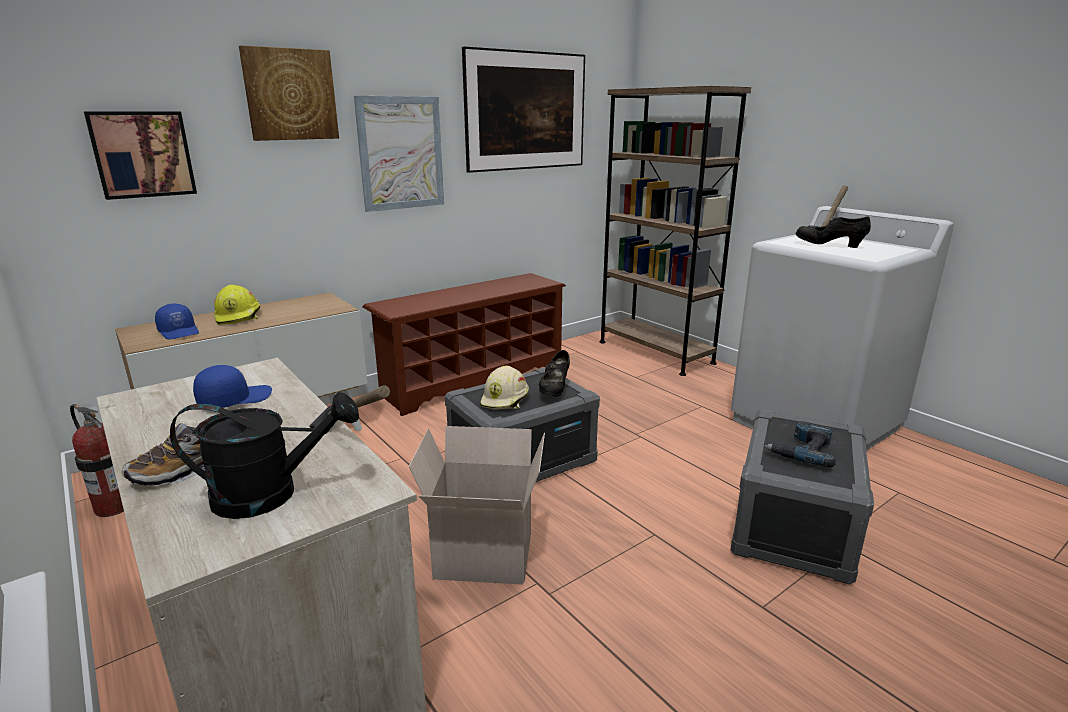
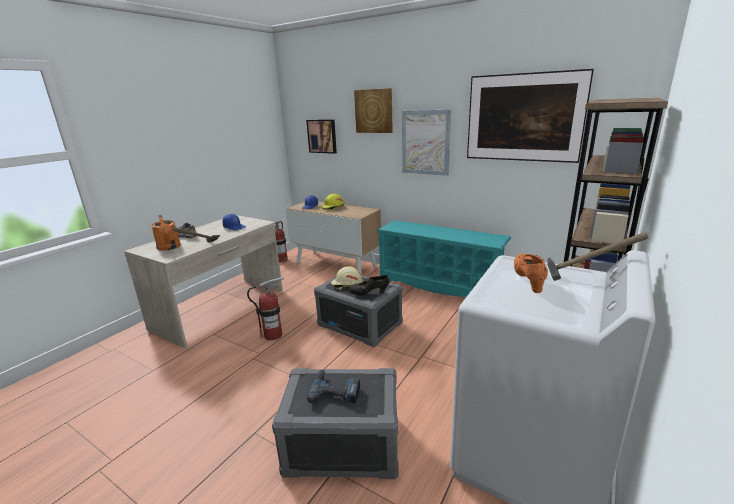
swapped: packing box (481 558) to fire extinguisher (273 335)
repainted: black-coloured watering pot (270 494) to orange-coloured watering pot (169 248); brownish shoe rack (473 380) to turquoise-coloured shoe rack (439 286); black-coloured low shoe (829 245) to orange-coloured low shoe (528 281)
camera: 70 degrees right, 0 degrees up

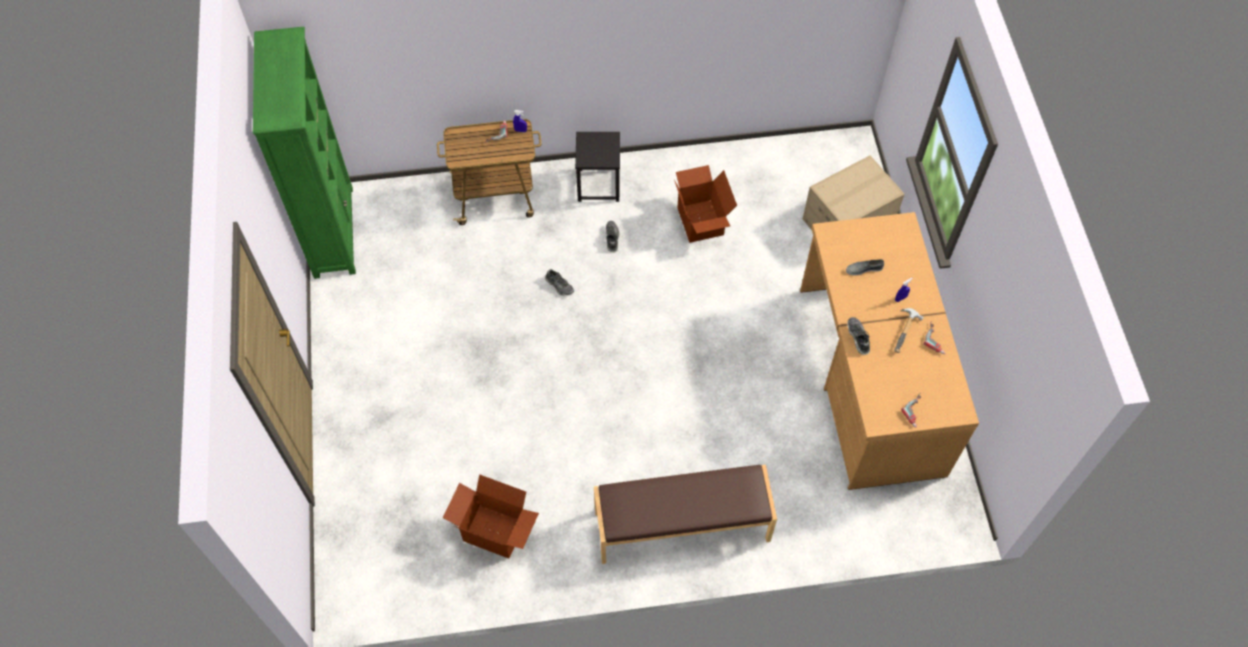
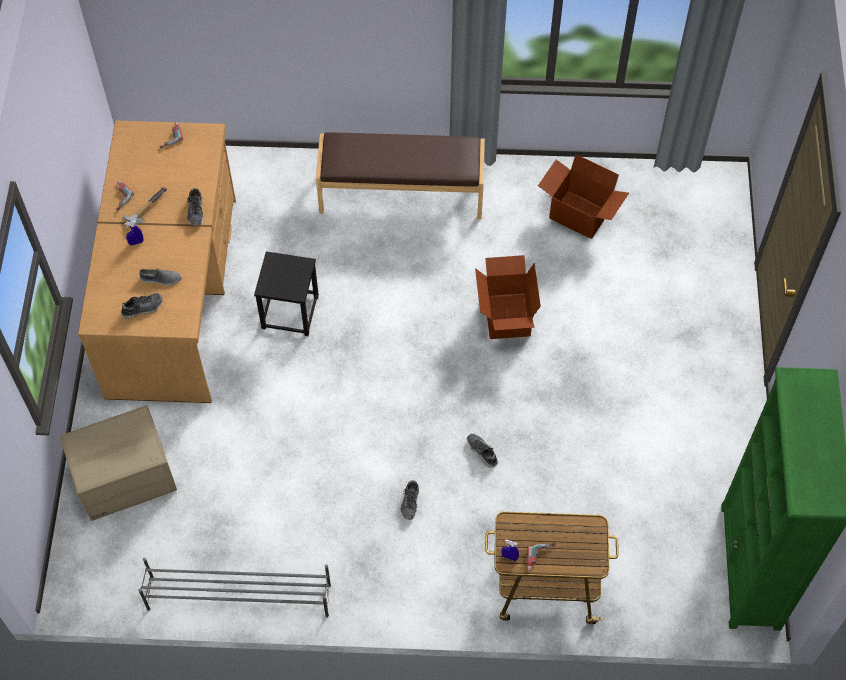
new: low shoe (142 308); gray shoe rack (238 596)
shifted: black-coloured stool (598 184) to (290 312); packing box (701 221) to (506 316)
camera: 170 degrees left, 0 degrees up

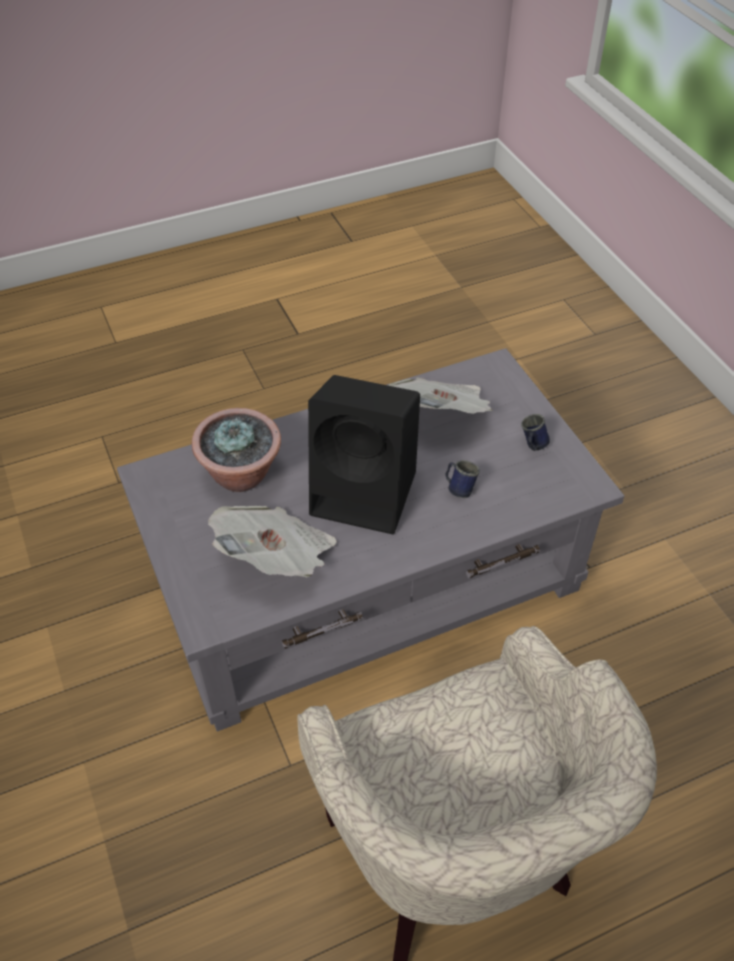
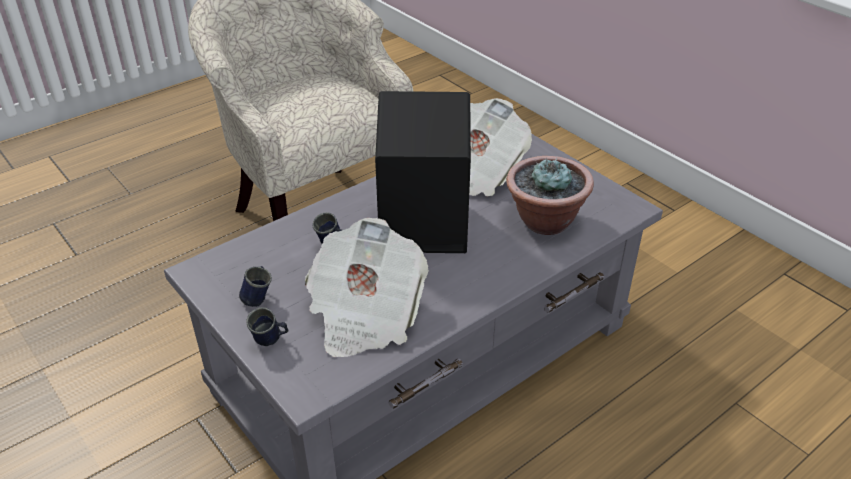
new: bluish mug (271 342)
camera: 165 degrees right, 10 degrees down

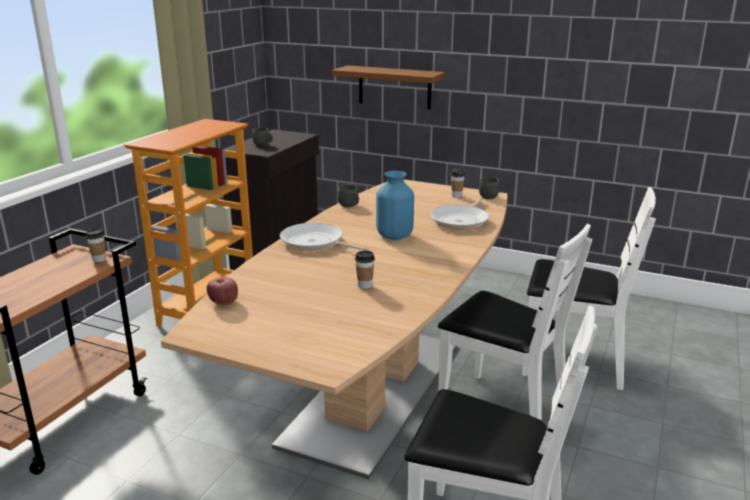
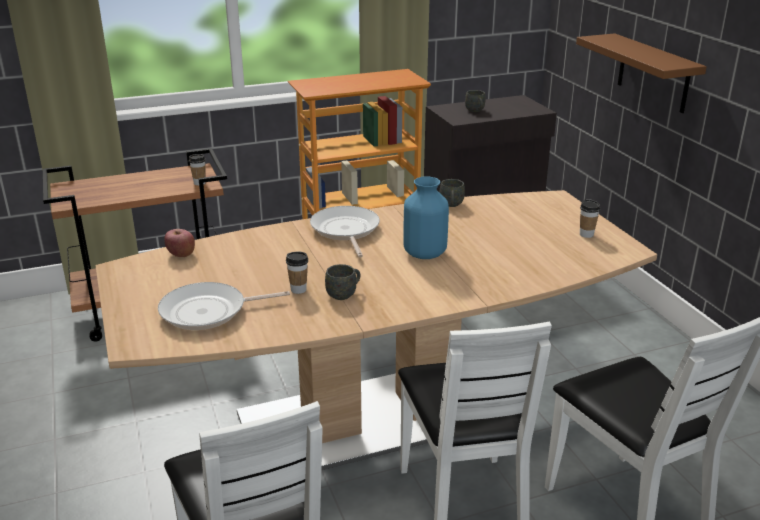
shifted: pan (461 220) to (208 312); gray mug (488 196) to (344 294)
camera: 45 degrees right, 5 degrees up

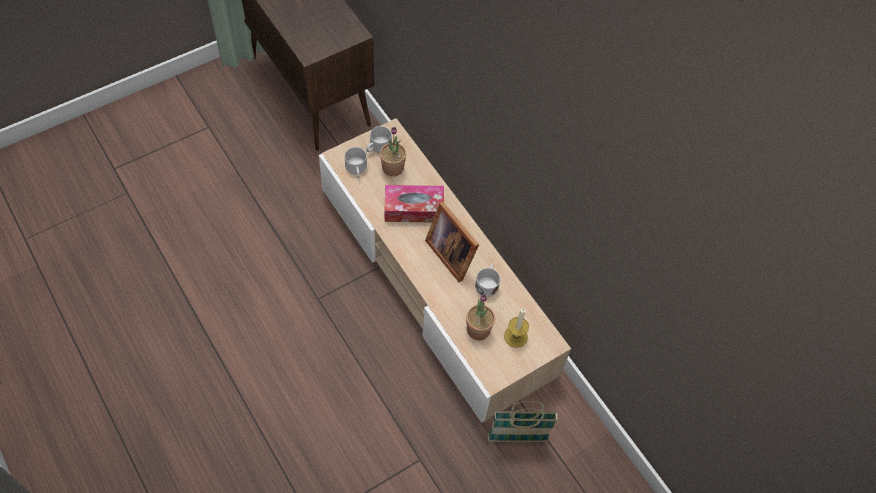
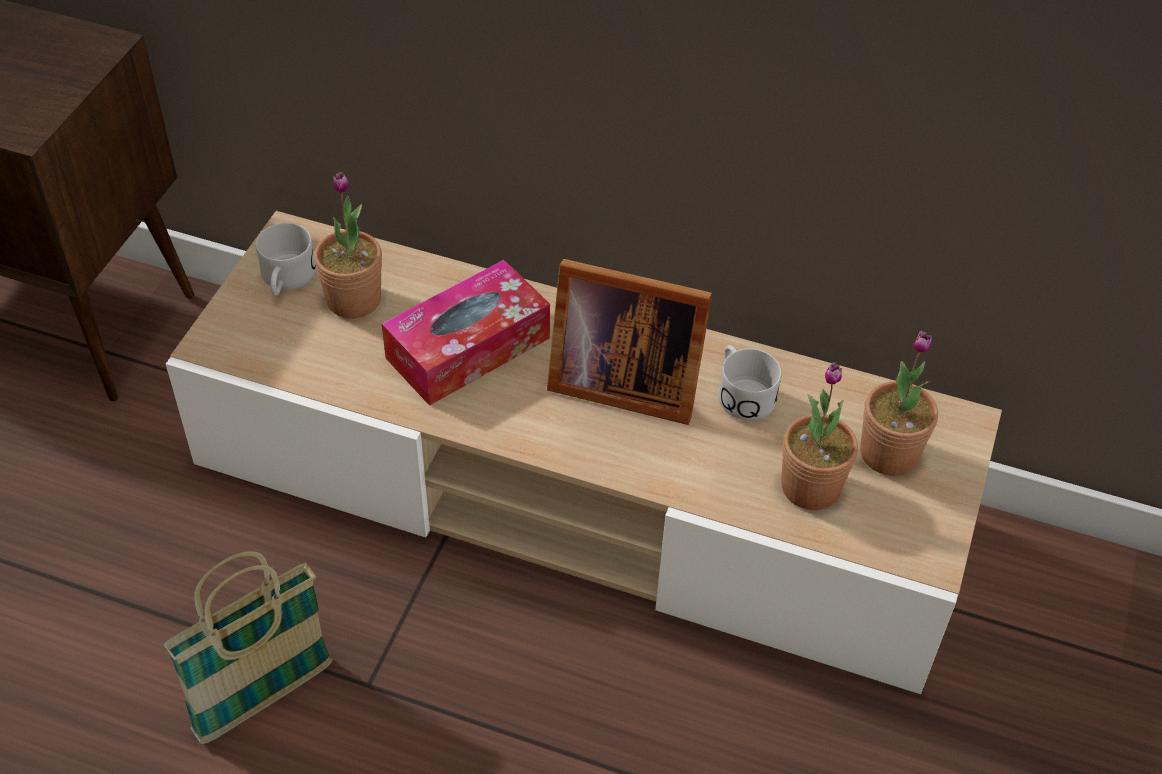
gone: white-coloured mug (356 169)
shifted: basket (517 438) to (264 699)
swapped: wax light (515 336) to plant in a pot (889 453)
camera: 35 degrees left, 10 degrees down

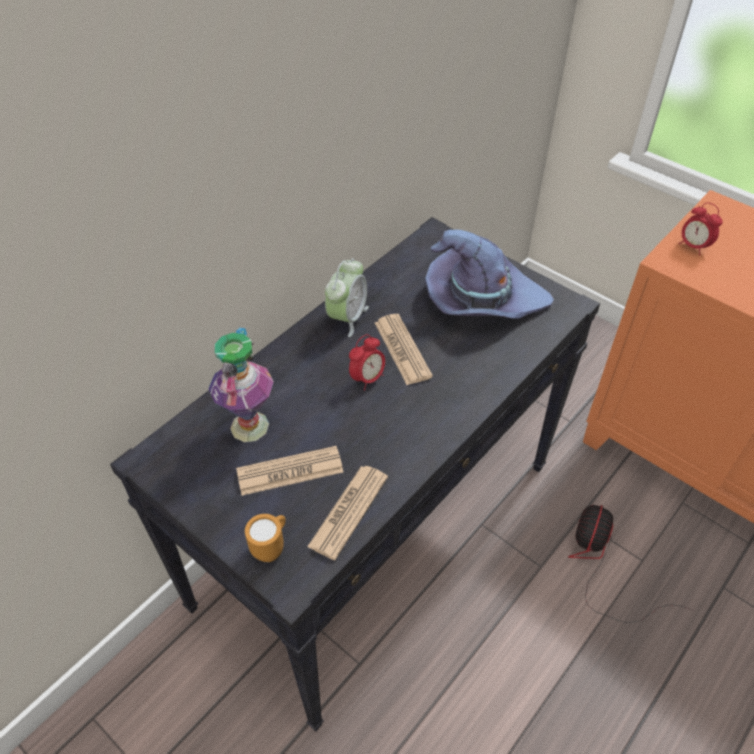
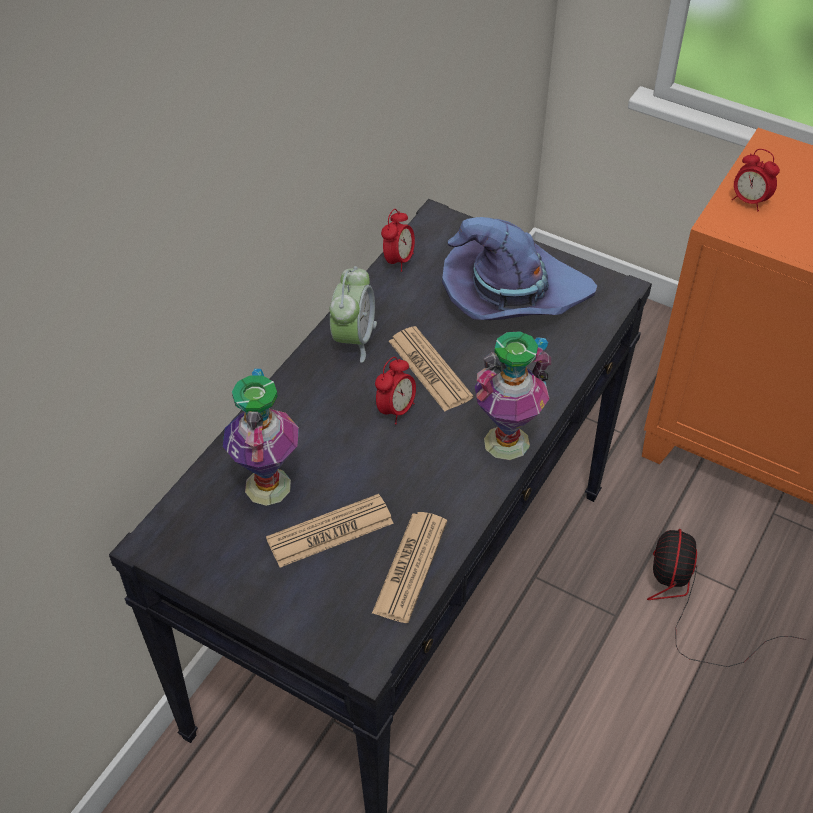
gone: orange-coloured mug (271 547)
new: bedside clock (398 260); flower vase (506 441)
camera: 10 degrees left, 0 degrees up

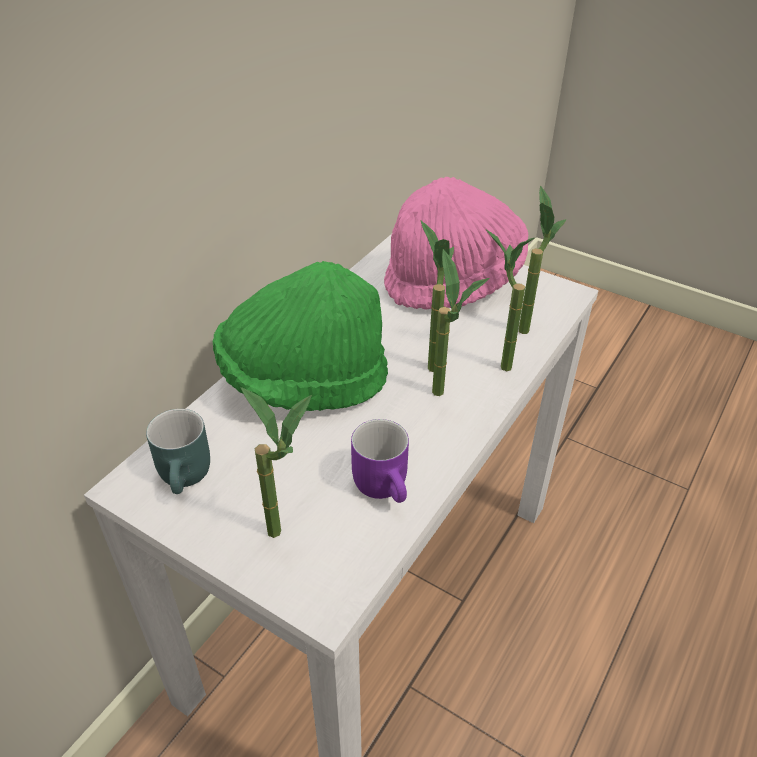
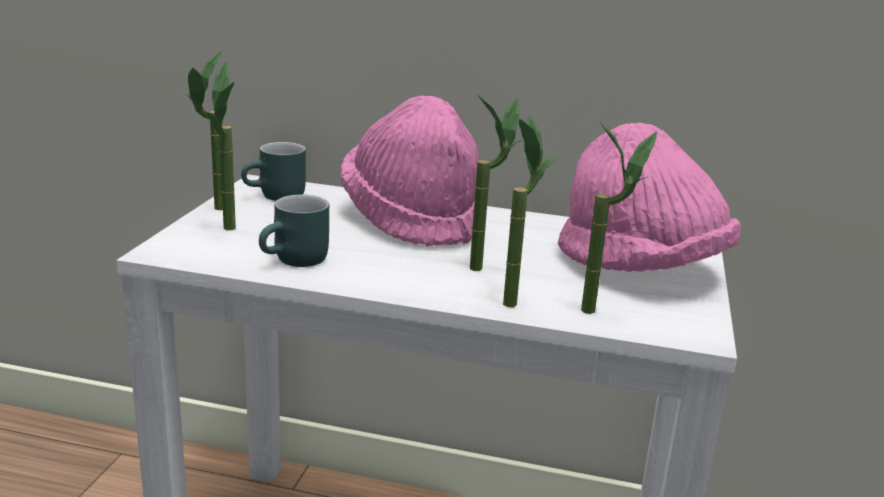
shifted: plant in a pot (447 398) to (212 211)
repainted: purple-coloured mug (387 485) to turquoise-coloured mug (297 261); greenish clothing hat (304 380) to pink-coloured clothing hat (412 219)
camera: 70 degrees right, 20 degrees down

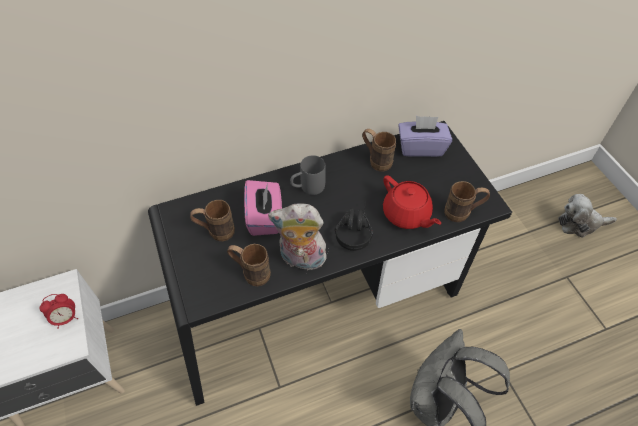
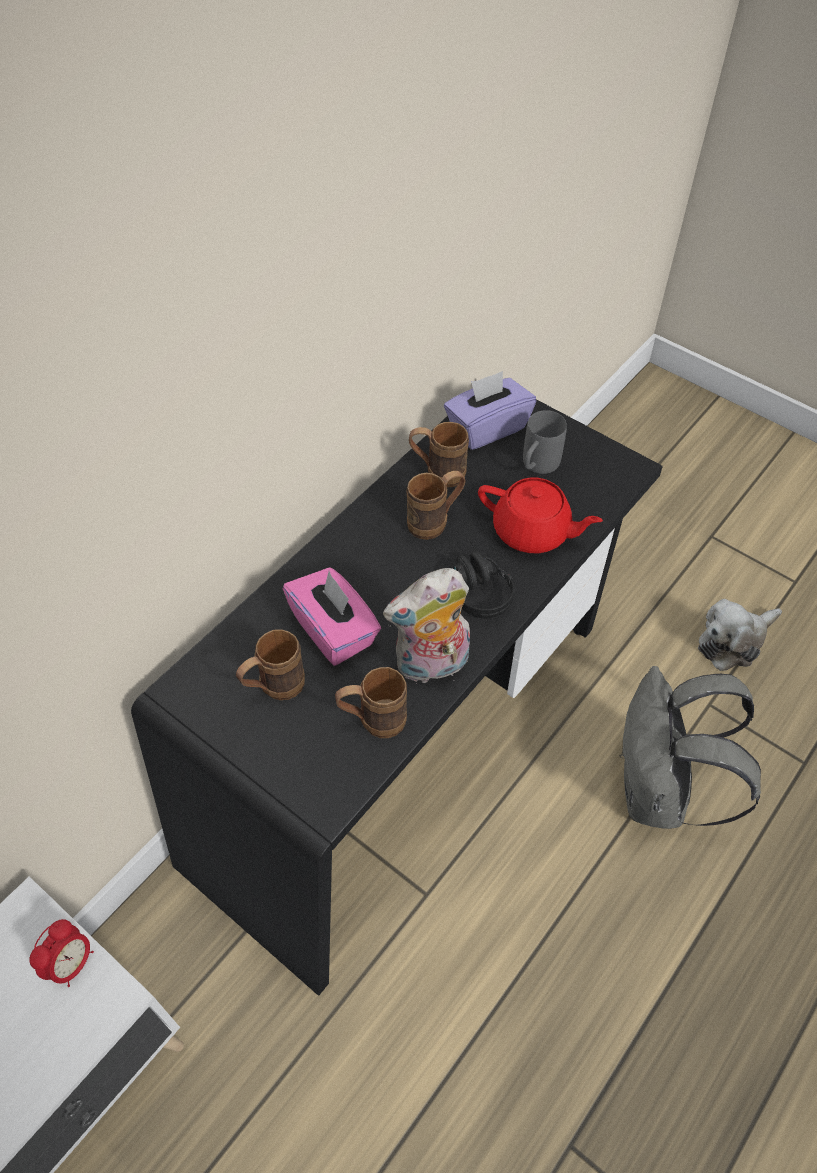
shifted: brownish mug (462 213) to (435 522); gray mug (307 188) to (537 466); soft toy (580 223) to (733 641)
camera: 30 degrees left, 0 degrees up

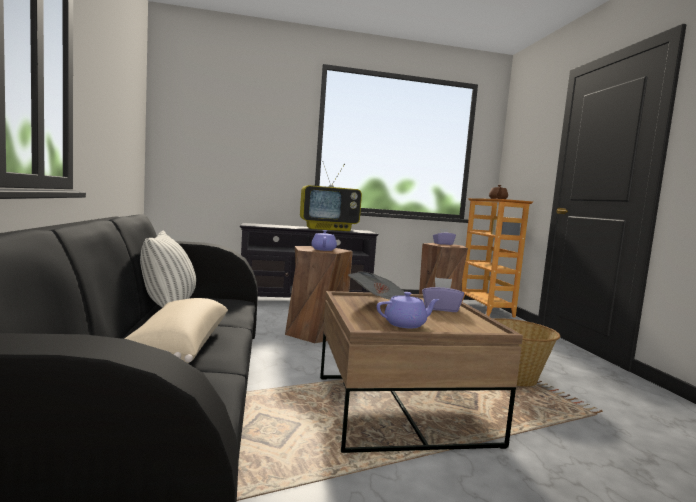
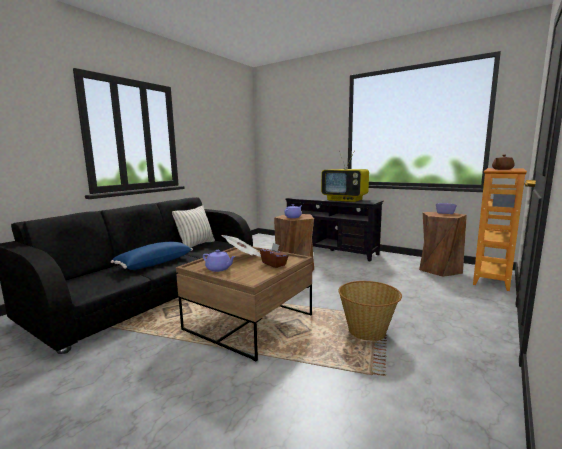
repainted: beige throw pillow (176 348) to bluish throw pillow (154 263); purple-coloured box of tissues (440 308) to brownish box of tissues (274 264)
camera: 45 degrees right, 5 degrees up

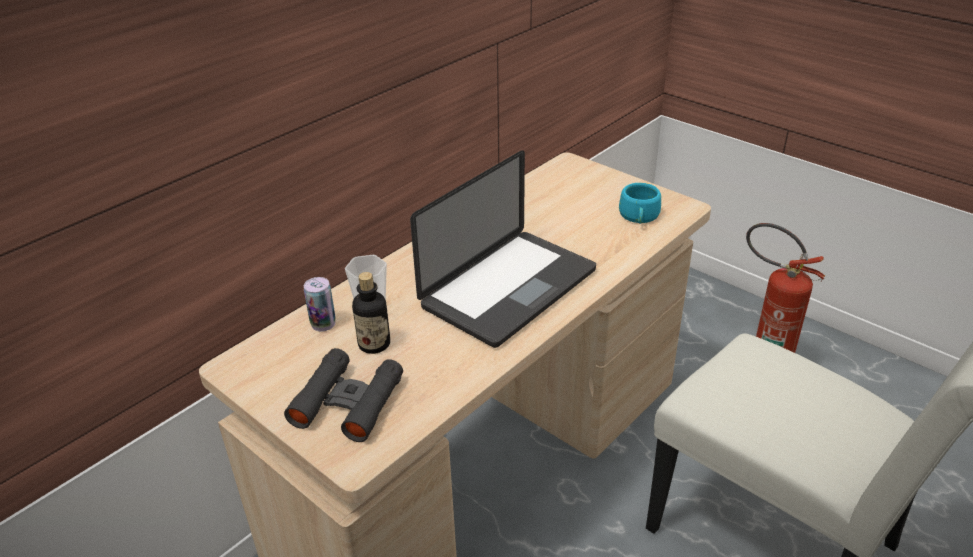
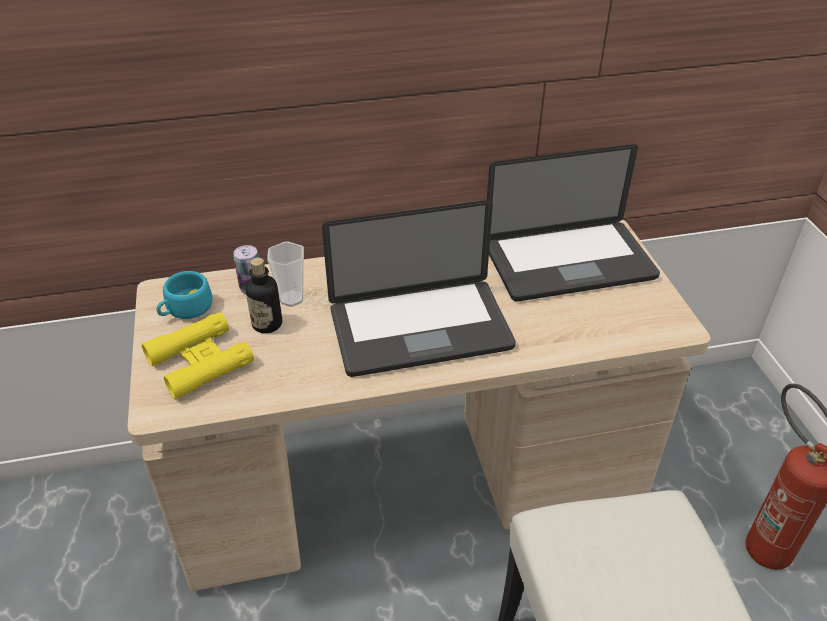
new: laptop (569 263)
shifted: turquoise-coloured small cup (639 217) to (185 309)
repainted: black-coloured pair of binoculars (348 402) to yellowish pair of binoculars (200 362)
camera: 35 degrees right, 5 degrees up

